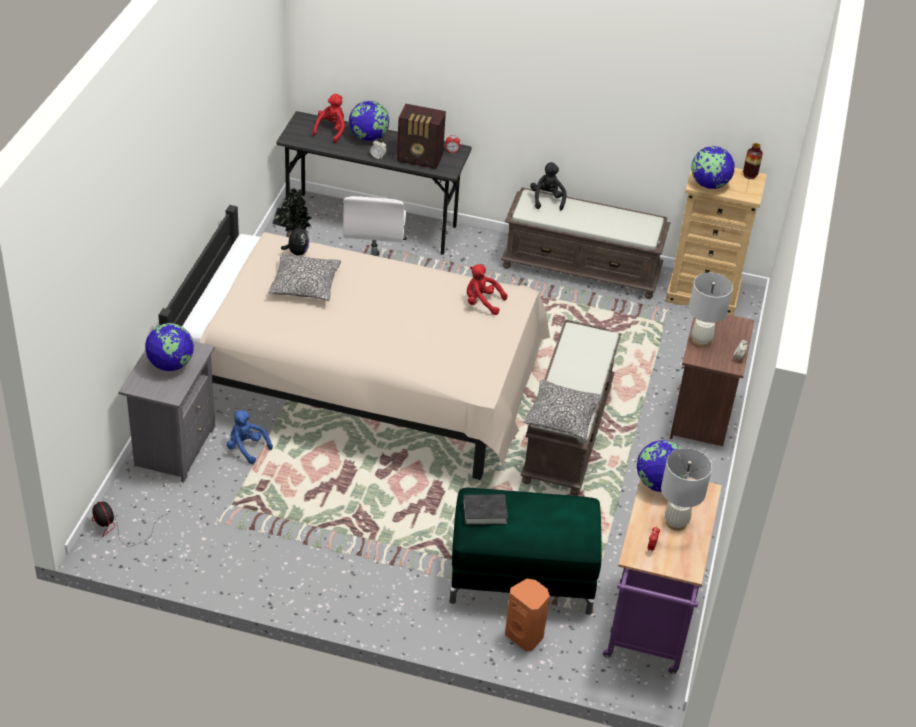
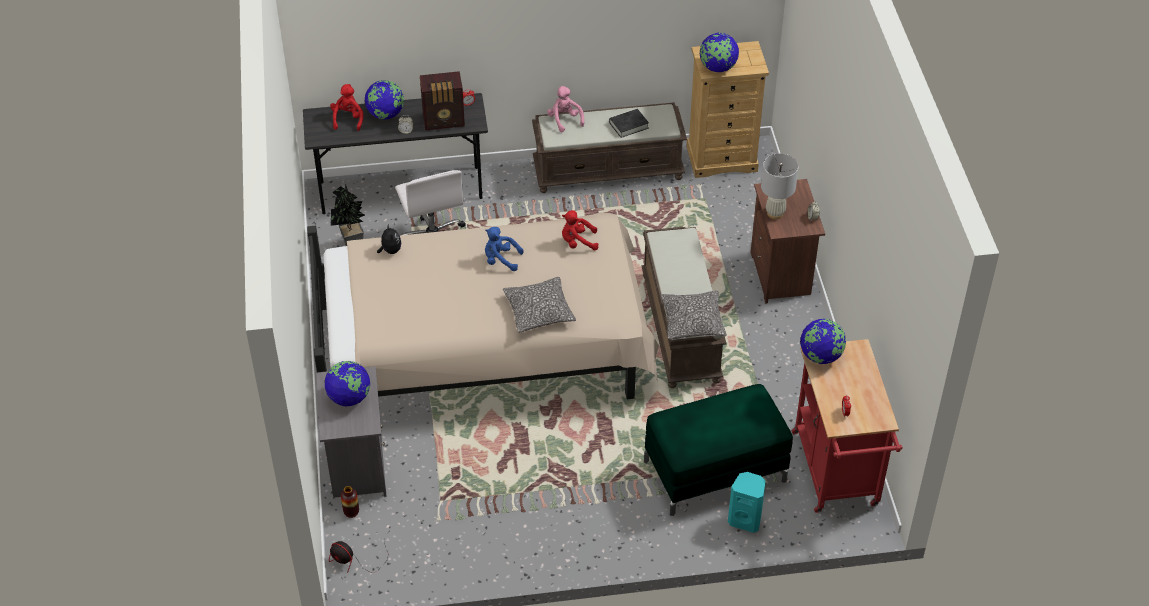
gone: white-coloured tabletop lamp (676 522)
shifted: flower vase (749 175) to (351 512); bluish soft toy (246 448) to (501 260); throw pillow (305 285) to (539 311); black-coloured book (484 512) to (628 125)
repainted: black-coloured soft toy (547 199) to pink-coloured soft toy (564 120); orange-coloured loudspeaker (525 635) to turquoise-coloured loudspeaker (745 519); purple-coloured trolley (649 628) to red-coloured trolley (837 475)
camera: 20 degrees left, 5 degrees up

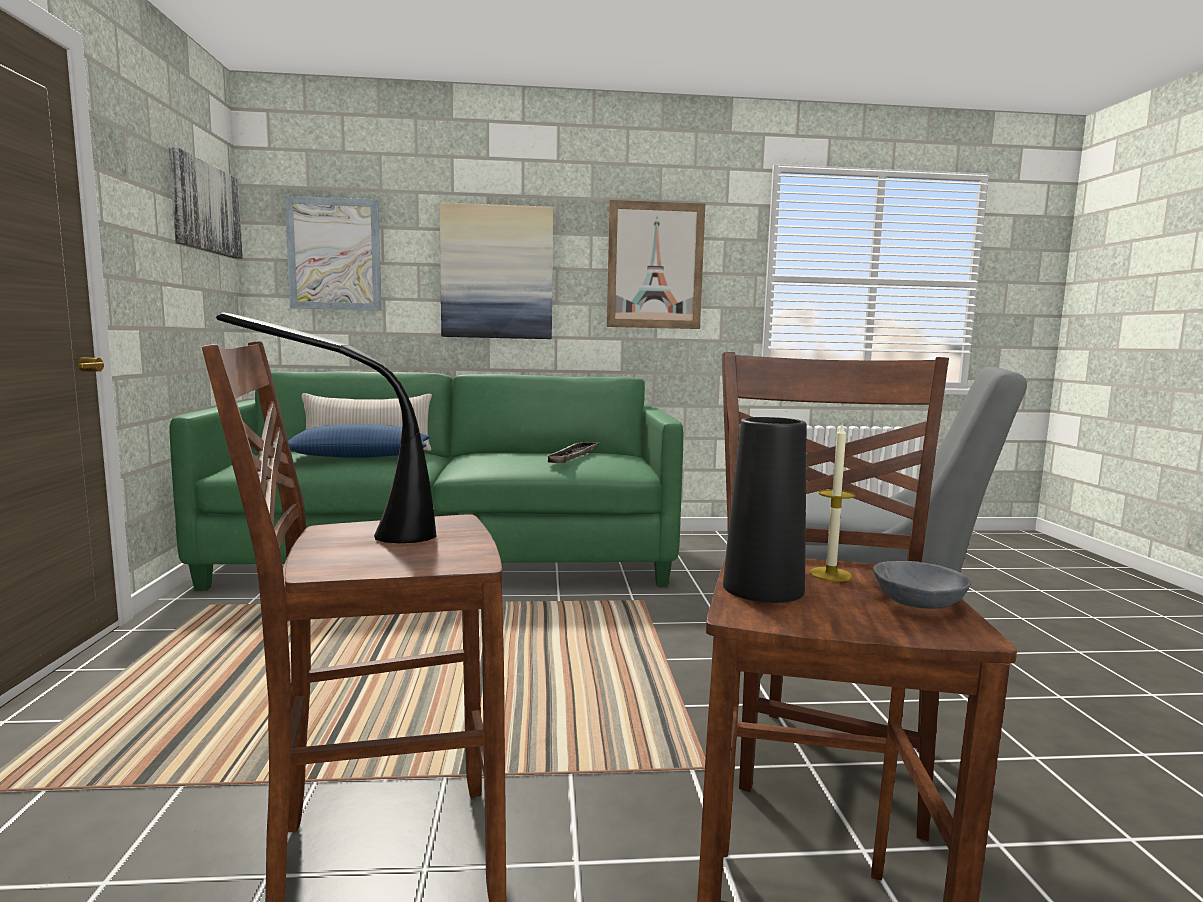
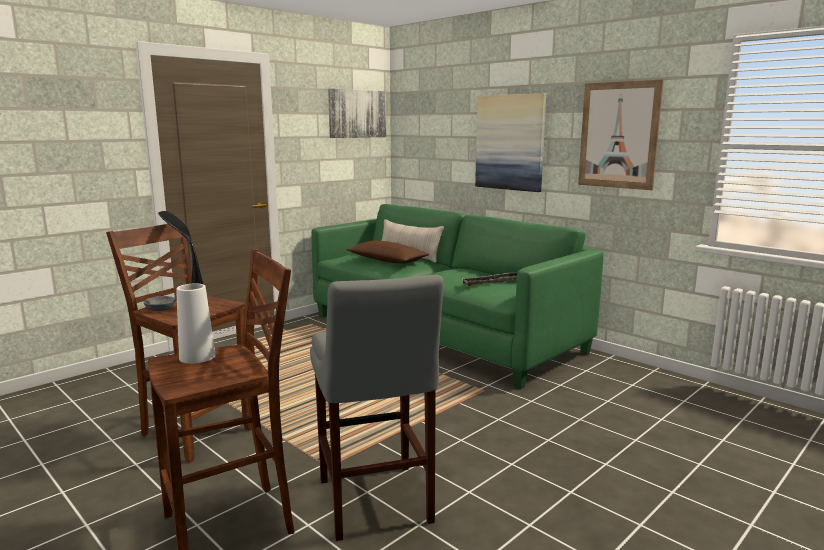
gone: wall art (334 254); wax light (830 574)
shifted: gray serving bowl (919 603) to (159 309)
repainted: black-coloured flower vase (763 588) to white-coloured flower vase (197 357); bluish throw pillow (359 457) to brownish throw pillow (387 261)
camera: 50 degrees right, 5 degrees up

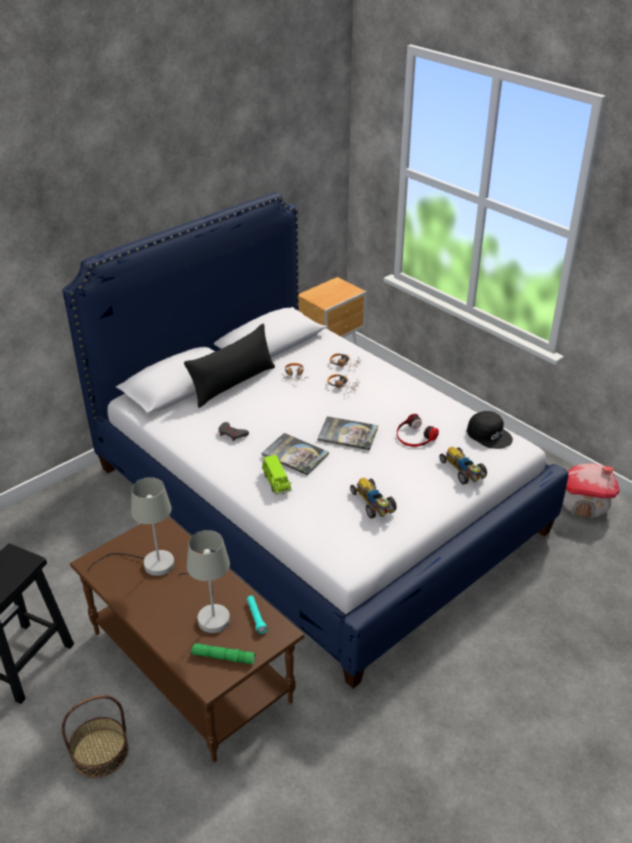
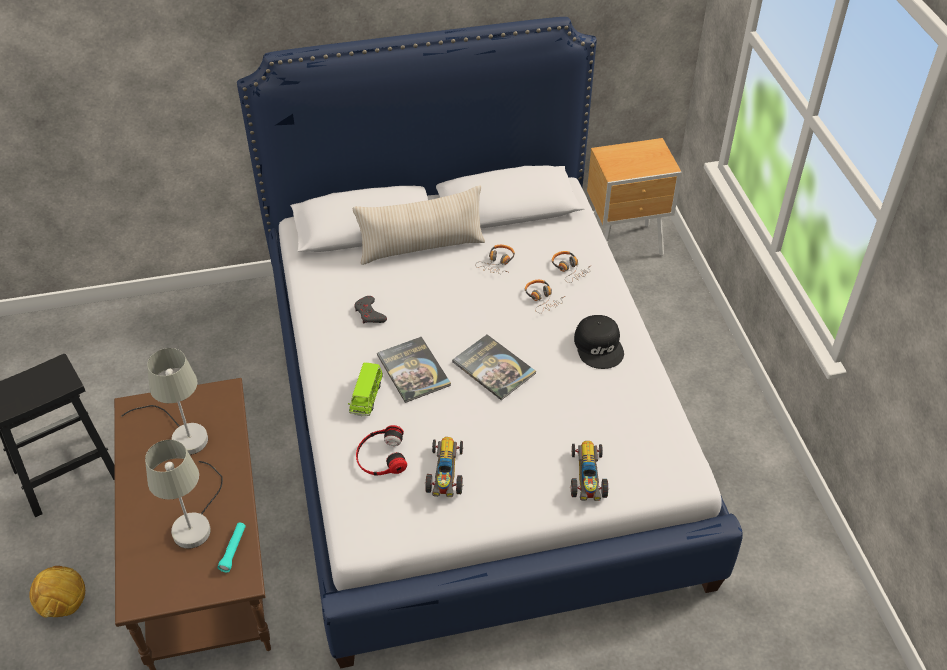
gone: greenish torch (223 657); model house (584 504)
shifted: headphones (414 436) to (381 456); black-coloured cap (489 434) to (599 346)
swapped: basket (100 752) to football (65 605)
repainted: black-coloured throw pillow (233 384) to beige throw pillow (421 247)
camera: 30 degrees right, 10 degrees up

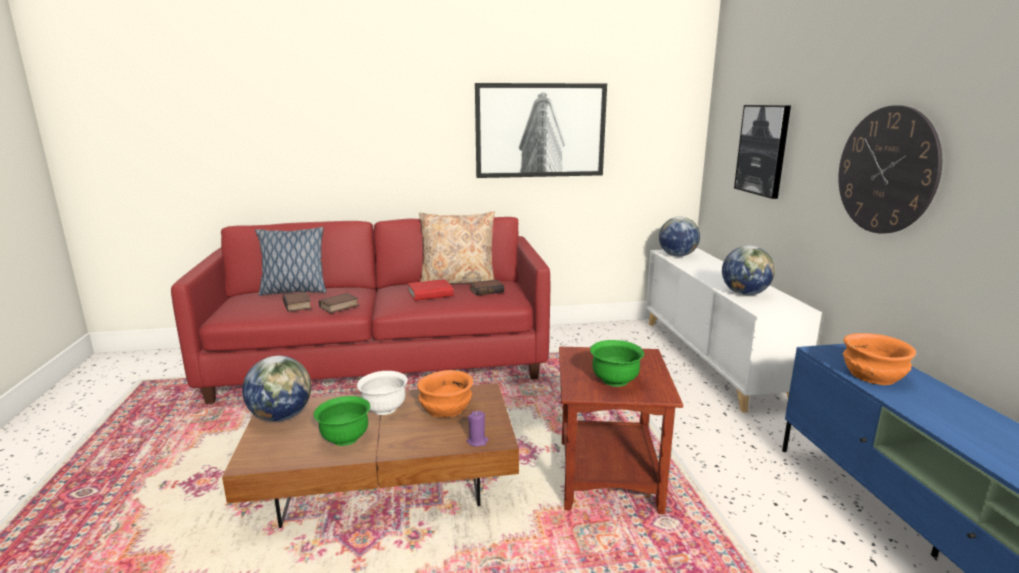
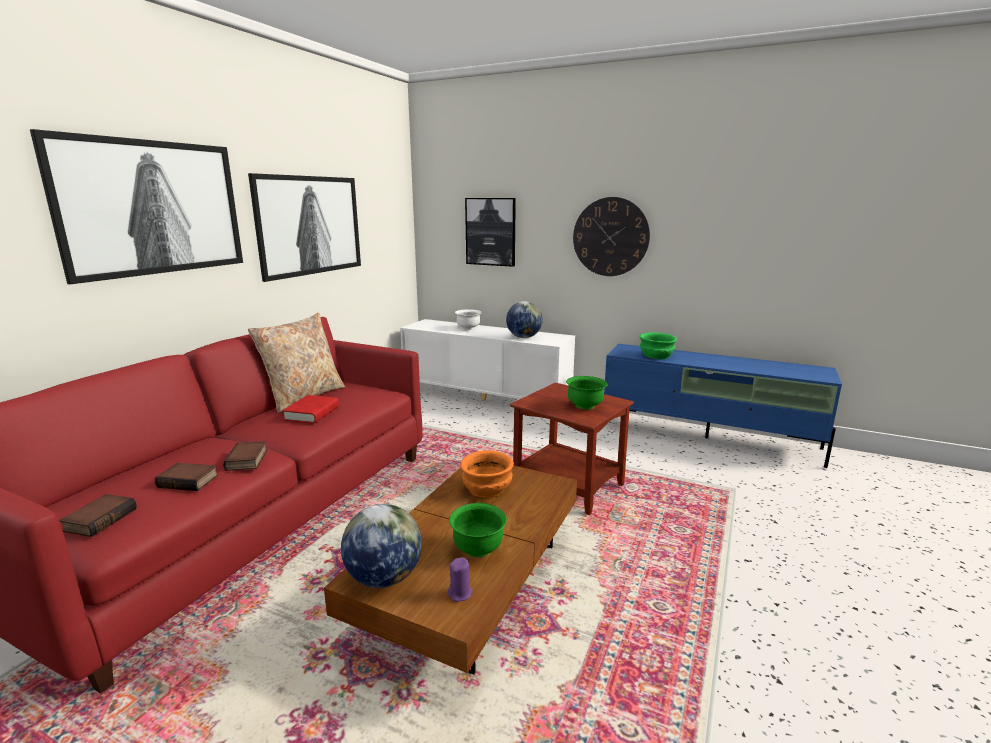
gone: throw pillow (294 291); world globe (677 256)
new: wall art (154 208)
shifted: book (486 290) to (100 519); purple-coloured wax light (477 441) to (460 593); white-coloured serving bowl (384 409) to (468 328)
repainted: orange-coloured serving bowl (874 375) to greenish serving bowl (656 356)
camera: 55 degrees left, 0 degrees up

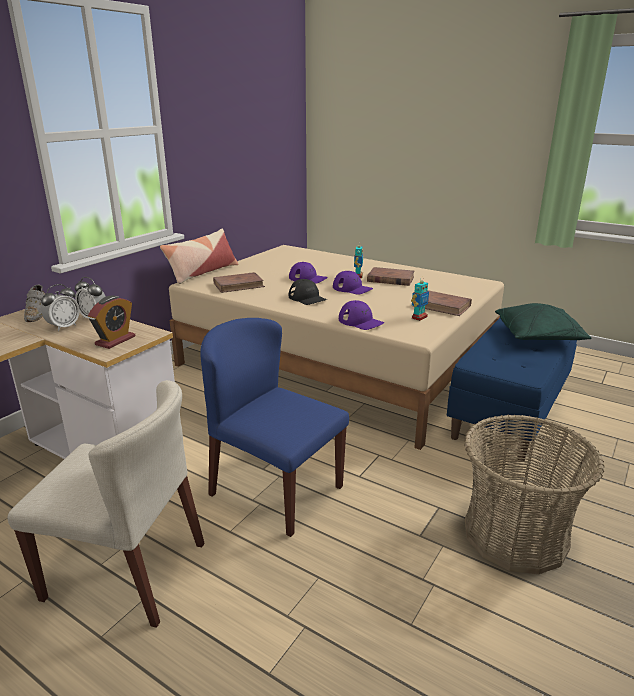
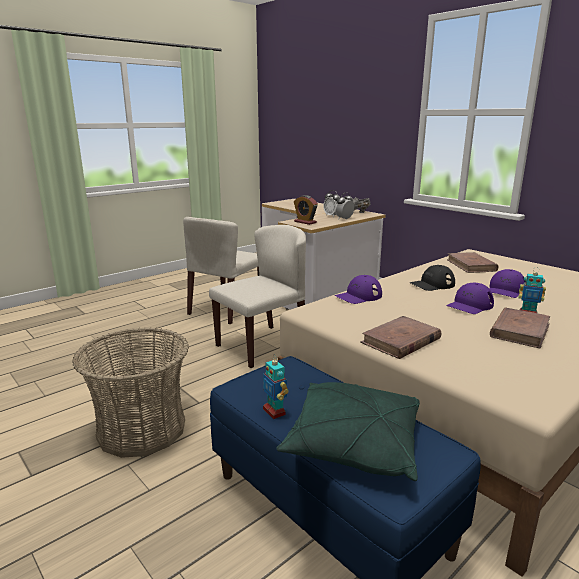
gone: throw pillow (202 273)
shifted: robot figure (419 317) to (274 411)
repainted: bluish plain chair (275 490) to beige plain chair (262 345)
camera: 105 degrees right, 5 degrees down

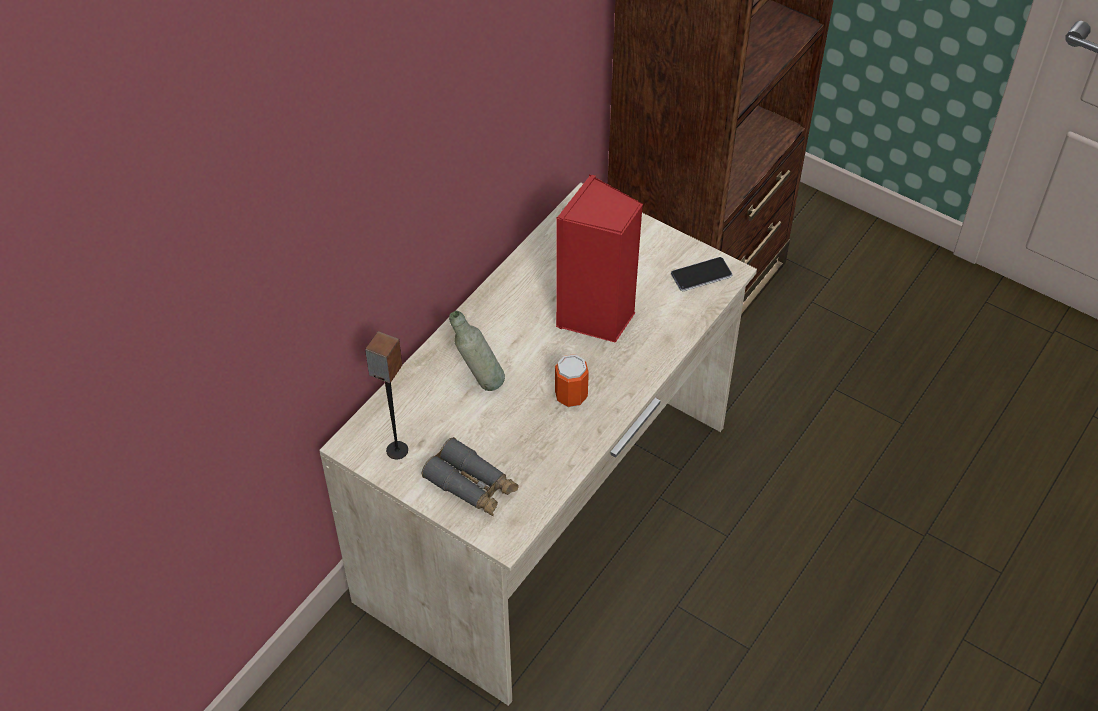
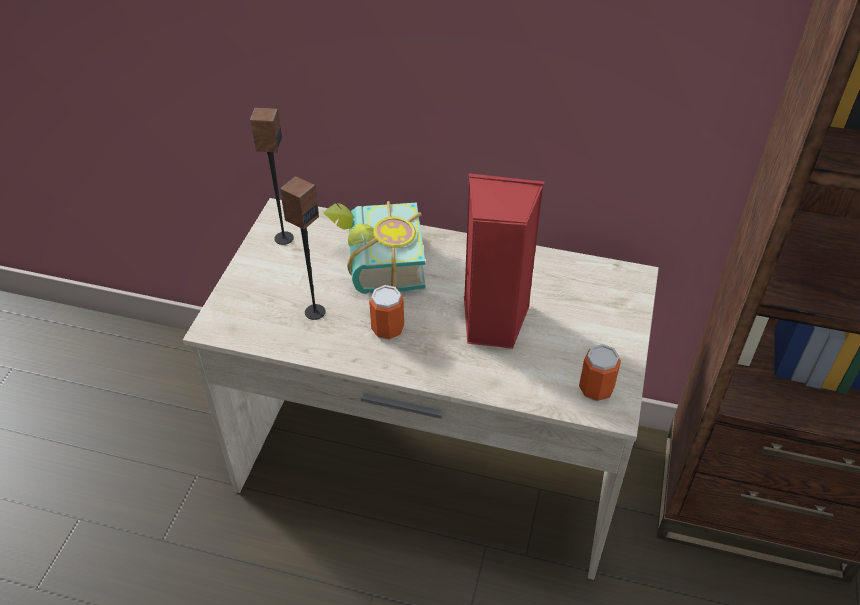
gone: gray pair of binoculars (471 485)
new: loudspeaker (314 312)
swapped: gray bottle (479 382) to book (376 265); phone (701 275) to sealed can (596 389)
camera: 70 degrees right, 5 degrees down

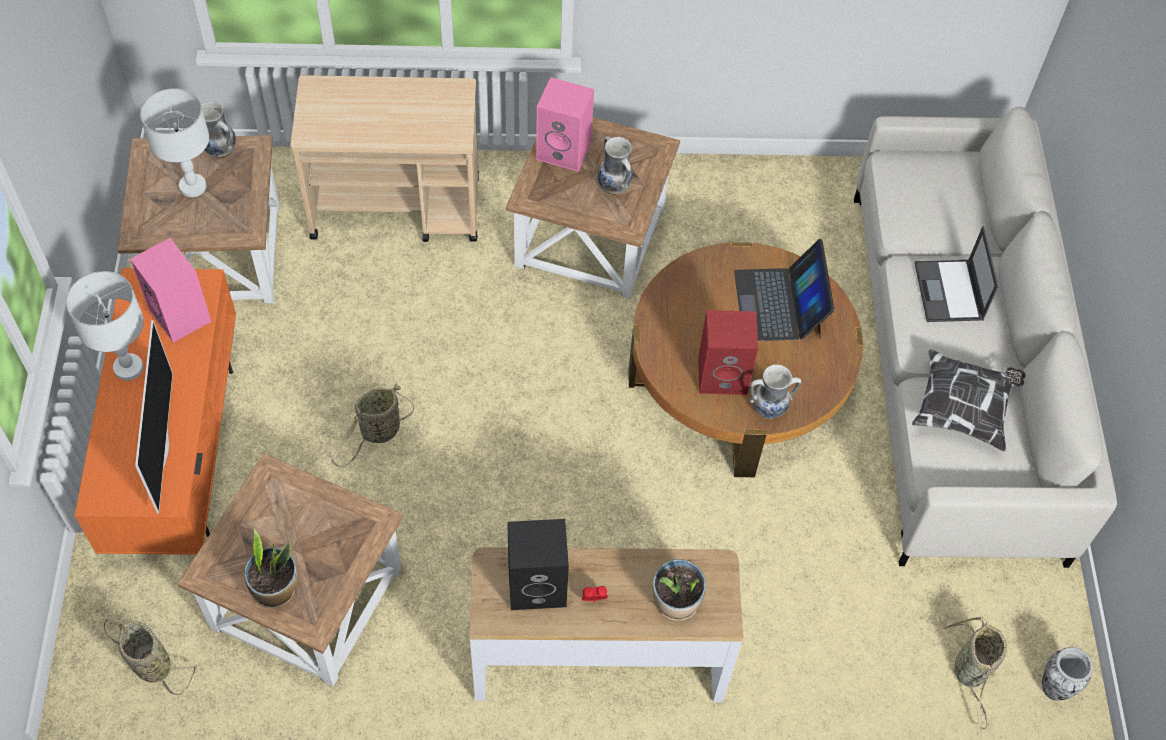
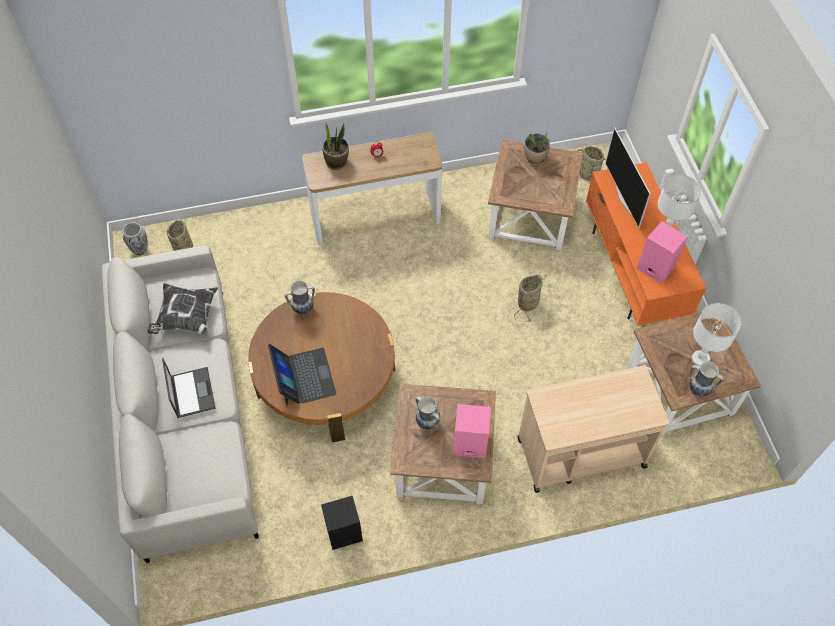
gone: red-coloured loudspeaker (724 375)
shifted: black-coloured loudspeaker (538 584) to (343 533)
camera: 170 degrees right, 0 degrees up

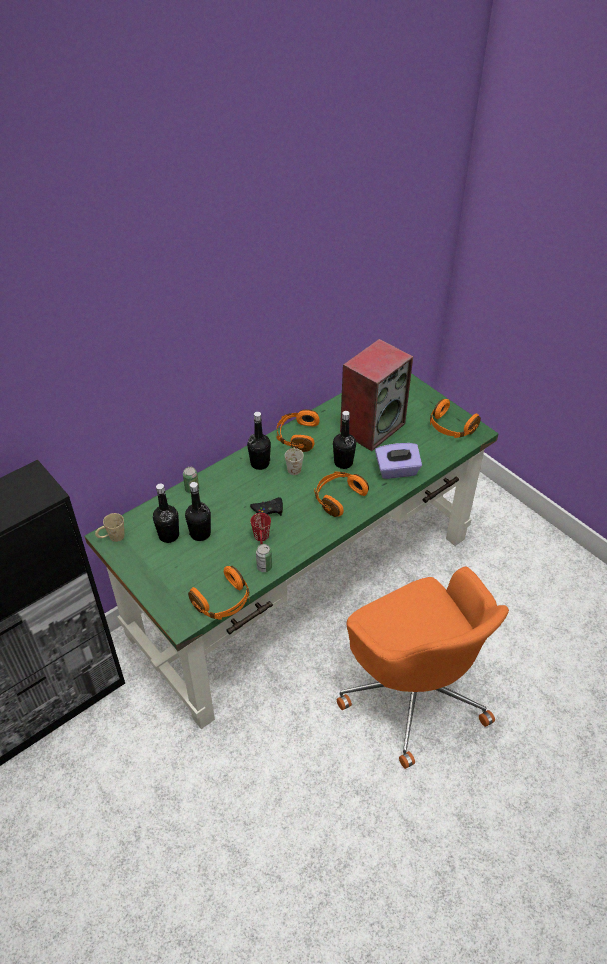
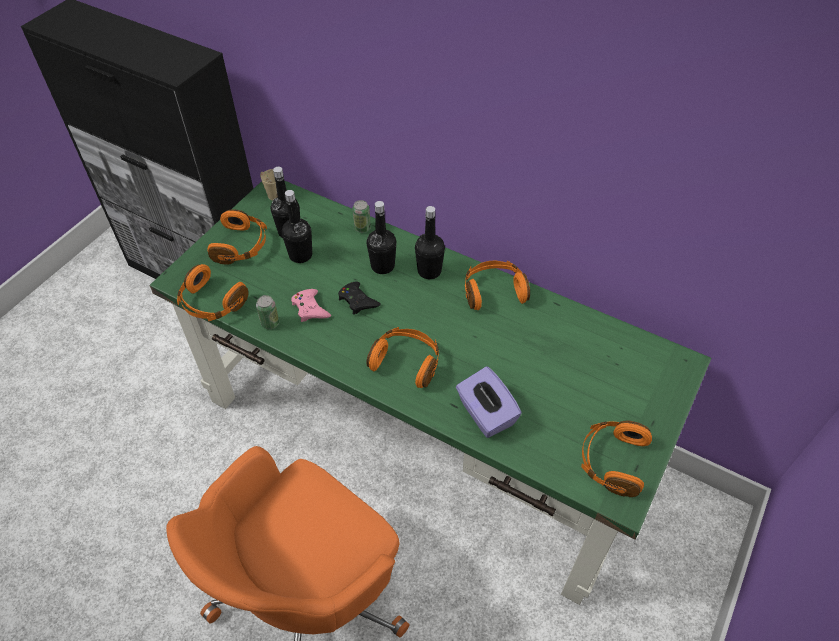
gone: white-coloured mug (294 467); loudspeaker (372 427)
new: orange-coloured headphones (241 246)
shifted: black-coloured bottle (343 462) to (382 266)
swapped: red-coloured mug (261 539) to pink-coloured gamepad (310 309)
camera: 70 degrees right, 5 degrees up

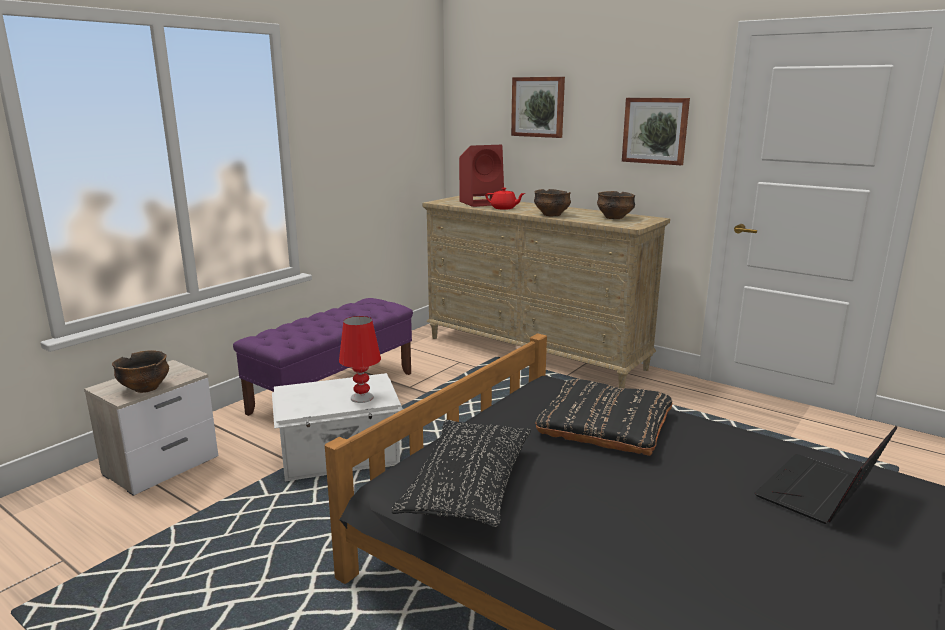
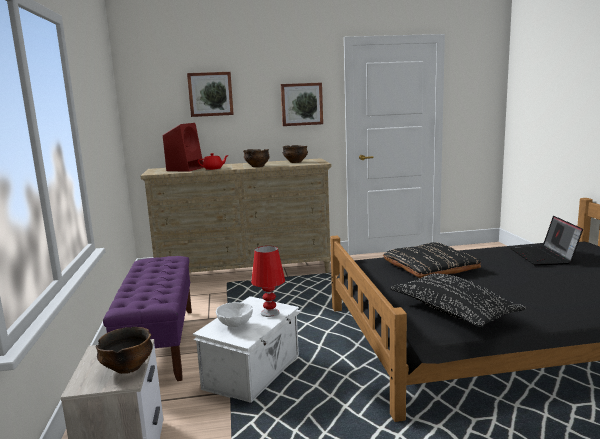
new: white-coloured serving bowl (236 324)
camera: 45 degrees left, 5 degrees down

